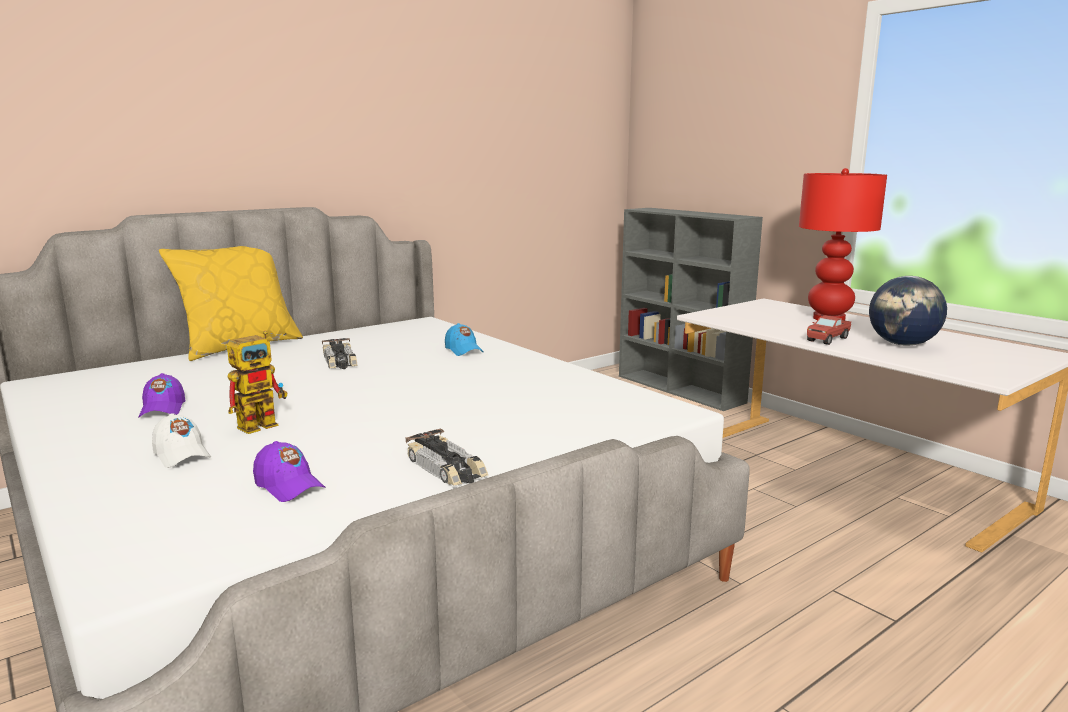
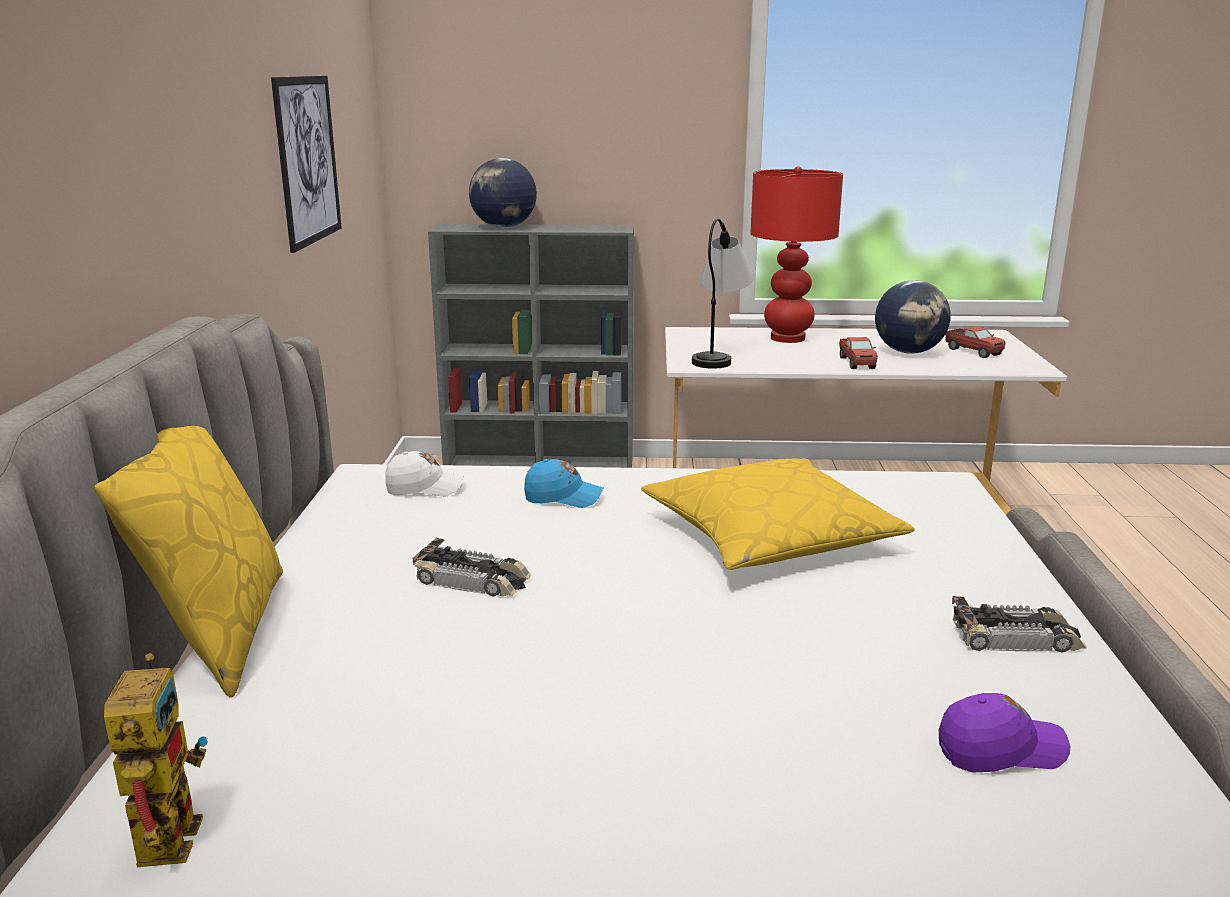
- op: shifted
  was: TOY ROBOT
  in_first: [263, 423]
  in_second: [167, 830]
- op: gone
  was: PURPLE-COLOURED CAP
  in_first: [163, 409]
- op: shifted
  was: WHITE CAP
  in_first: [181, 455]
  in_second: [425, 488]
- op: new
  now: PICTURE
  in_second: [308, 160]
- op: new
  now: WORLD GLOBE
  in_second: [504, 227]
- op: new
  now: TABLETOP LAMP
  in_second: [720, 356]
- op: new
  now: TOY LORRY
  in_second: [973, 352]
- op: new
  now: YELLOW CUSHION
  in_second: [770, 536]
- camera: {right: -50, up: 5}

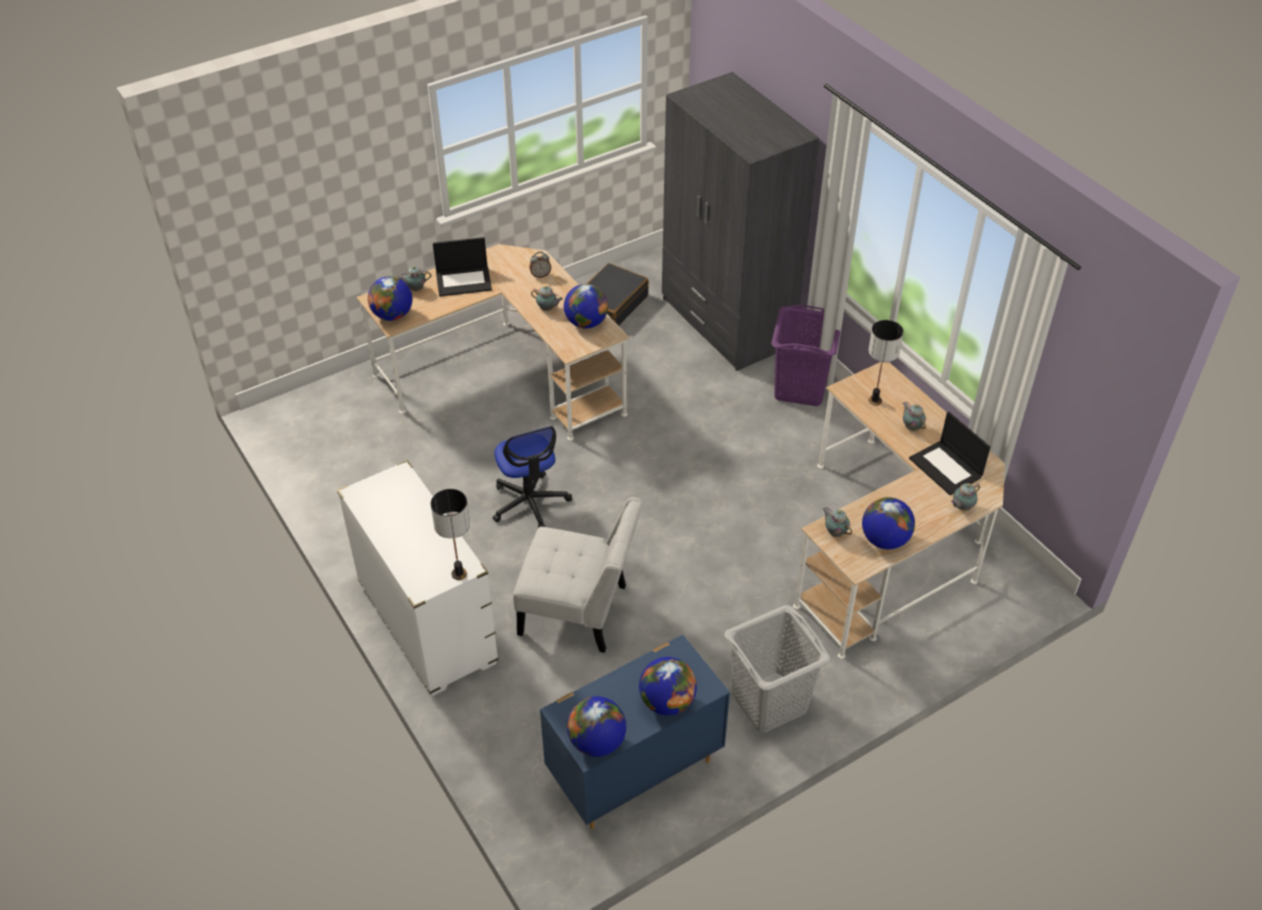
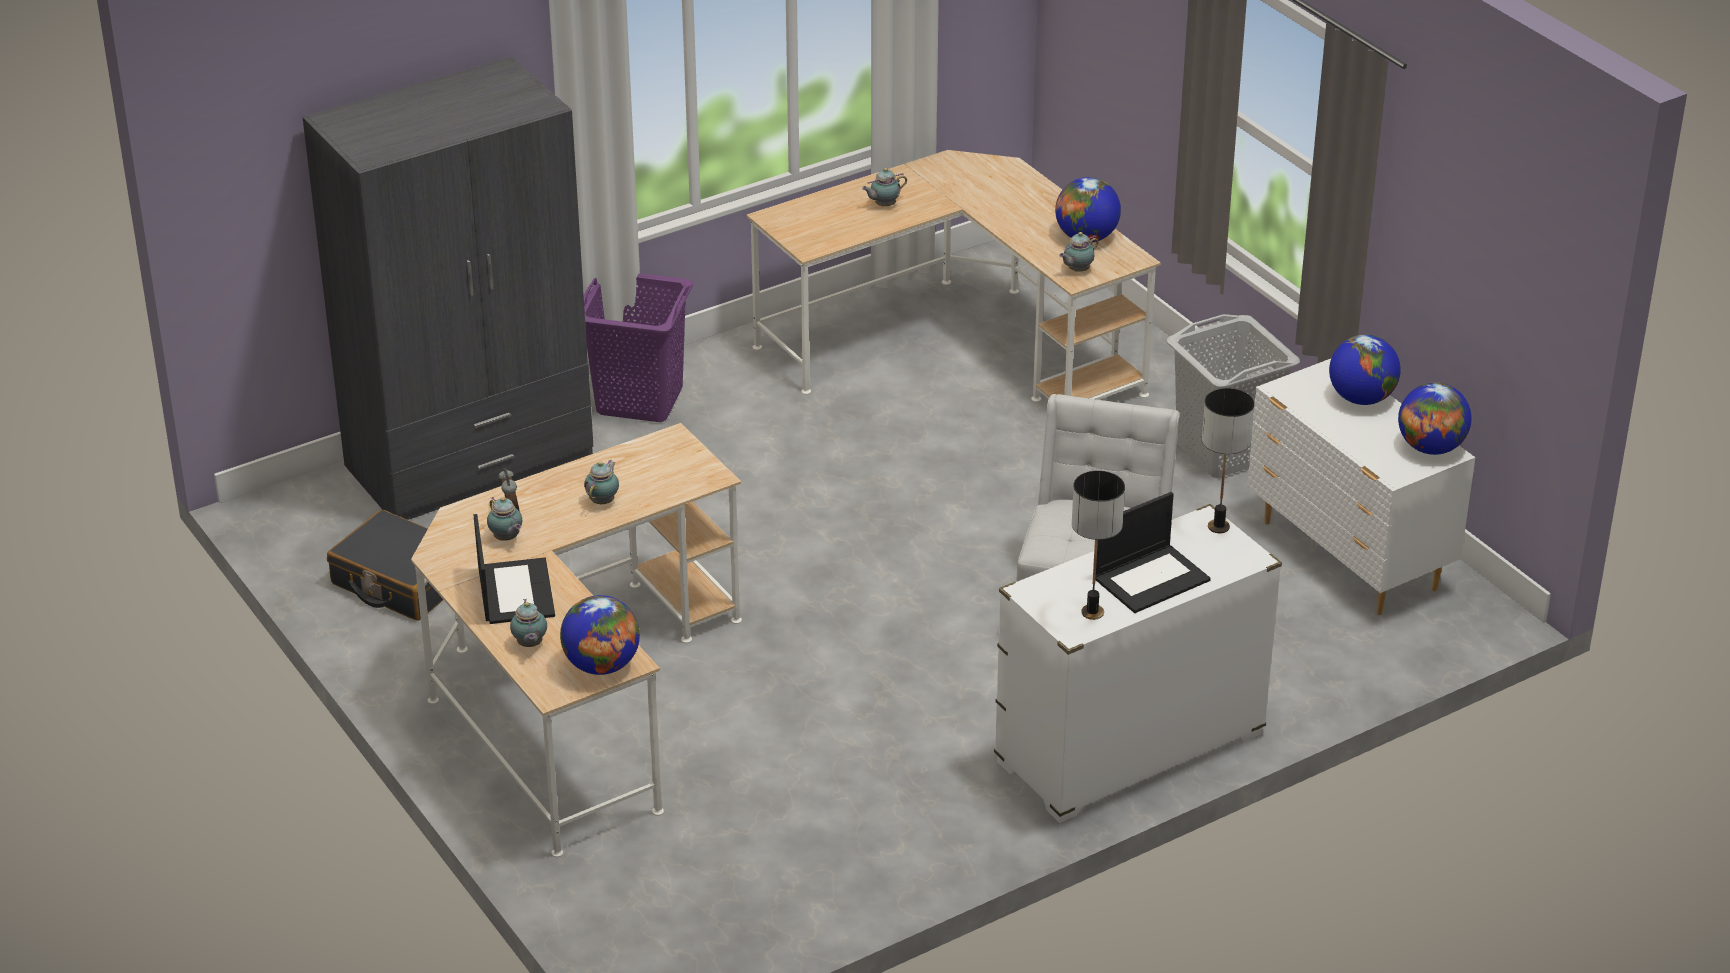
- op: gone
  was: WORLD GLOBE
  in_first: [586, 323]
- op: shifted
  was: TABLETOP LAMP
  in_first: [875, 401]
  in_second: [1092, 612]
- op: shifted
  was: LAPTOP
  in_first: [946, 468]
  in_second: [1151, 578]
- op: gone
  was: COMPUTER CHAIR
  in_first: [529, 502]
- op: shifted
  was: TEAPOT
  in_first: [961, 507]
  in_second: [506, 539]
- op: repainted
  was: BLUISH CHEST OF DRAWERS
  now: WHITE CHEST OF DRAWERS
  in_first: [633, 772]
  in_second: [1349, 558]
- camera: {right: -90, up: -10}

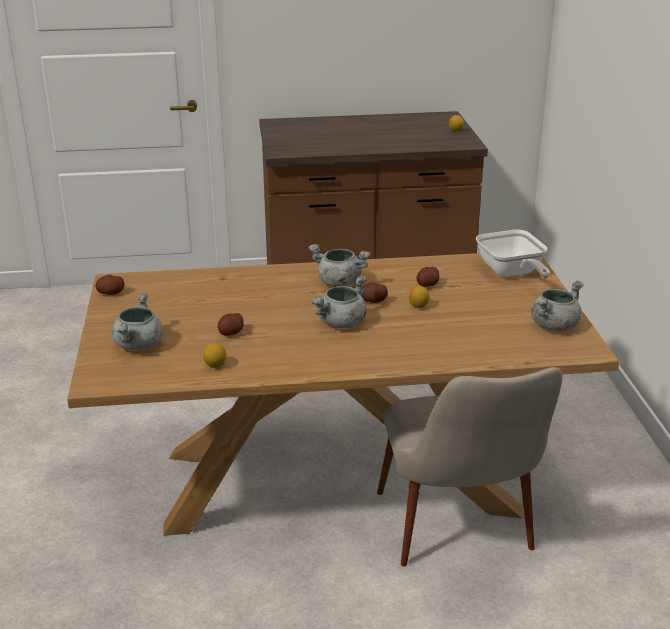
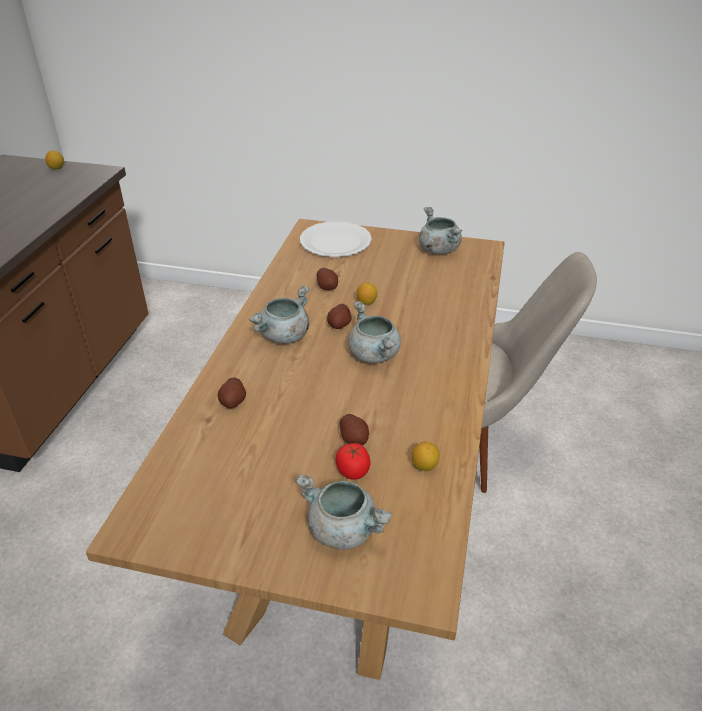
- op: swapped
  was: PAN
  now: WHITE DINNER PLATE
  in_first: [511, 273]
  in_second: [335, 241]
- op: shifted
  was: WHOLE POTATO
  in_first: [111, 293]
  in_second: [233, 401]
- op: new
  now: FRESH TOMATO
  in_second: [353, 471]
- camera: {right: -70, up: 10}

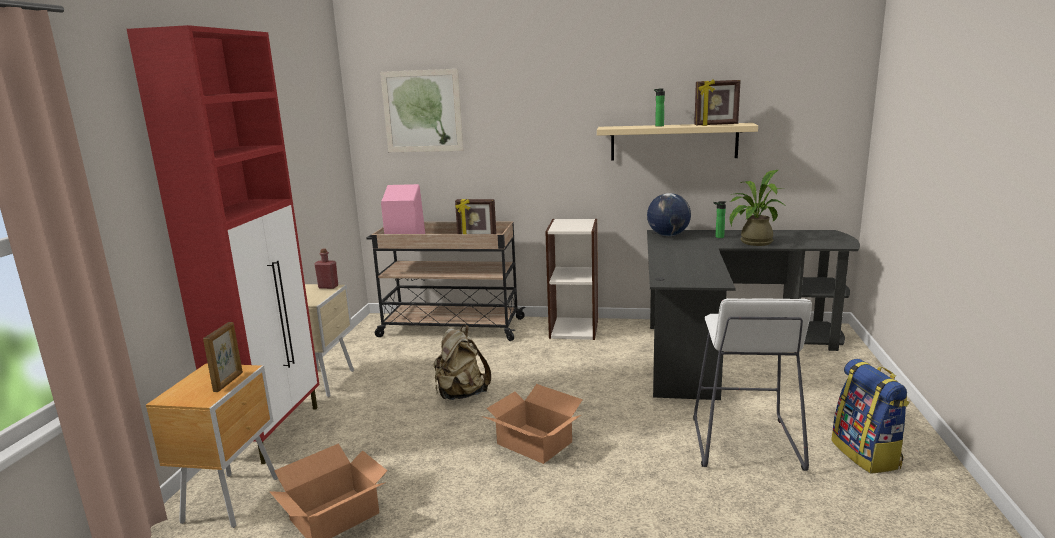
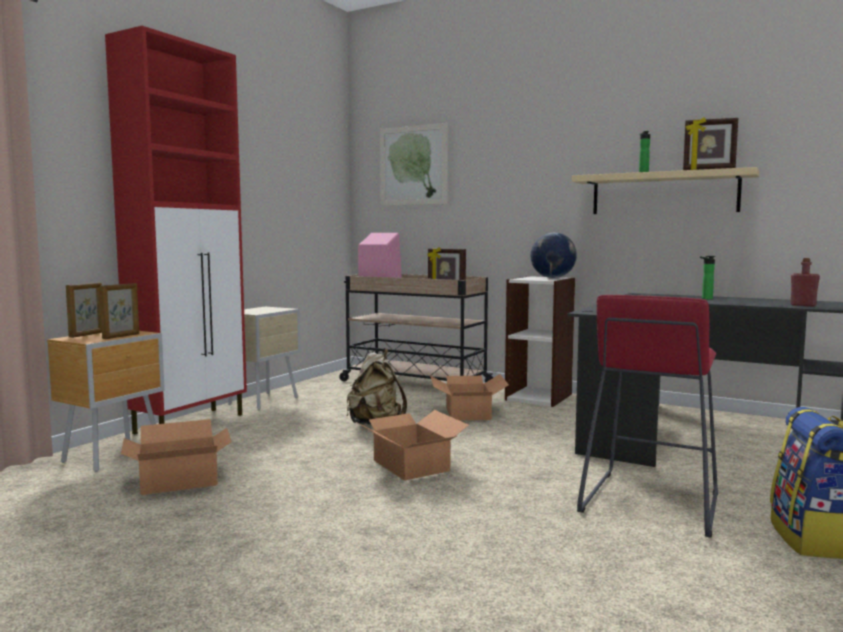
- op: gone
  was: PLANT IN A POT
  in_first: [752, 243]
- op: shifted
  was: WORLD GLOBE
  in_first: [668, 235]
  in_second: [552, 277]
- op: shifted
  was: RED BEVERAGE BOTTLE
  in_first: [328, 287]
  in_second: [803, 305]
- op: repainted
  was: WHITE STOOL SEAT
  now: RED STOOL SEAT
  in_first: [744, 443]
  in_second: [650, 503]
- op: new
  now: STANDING FRAME
  in_second: [87, 335]
- op: new
  now: PACKING BOX
  in_second: [468, 413]
- camera: {right: 20, up: -10}

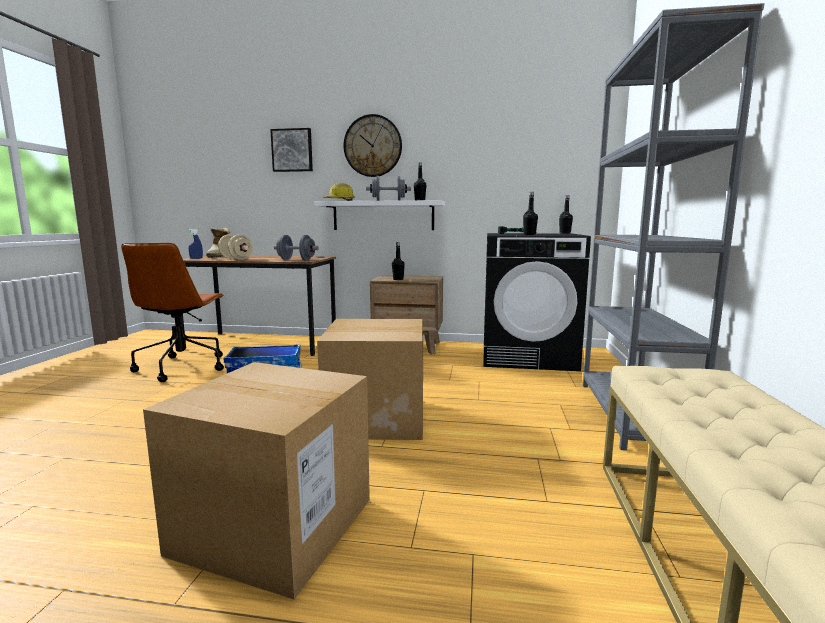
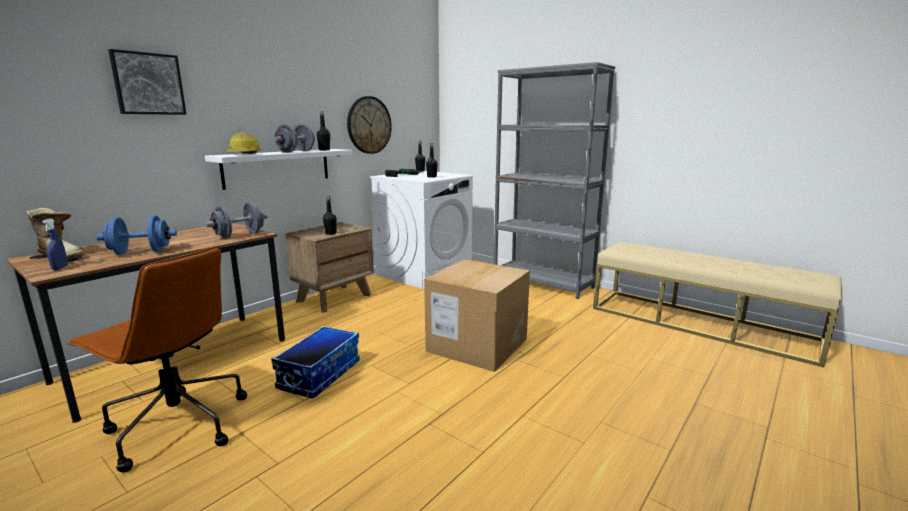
- op: shifted
  was: HANGING CLOCK
  in_first: [372, 146]
  in_second: [369, 125]
- op: repainted
  was: BLACK LAUNDRY APPLIANCE
  now: WHITE LAUNDRY APPLIANCE
  in_first: [528, 356]
  in_second: [424, 272]
- op: repainted
  was: SAND-COLOURED DUMBBELL
  now: BLUISH DUMBBELL
  in_first: [236, 259]
  in_second: [141, 252]
- op: gone
  was: PACKING BOX
  in_first: [274, 525]
- camera: {right: -60, up: 5}

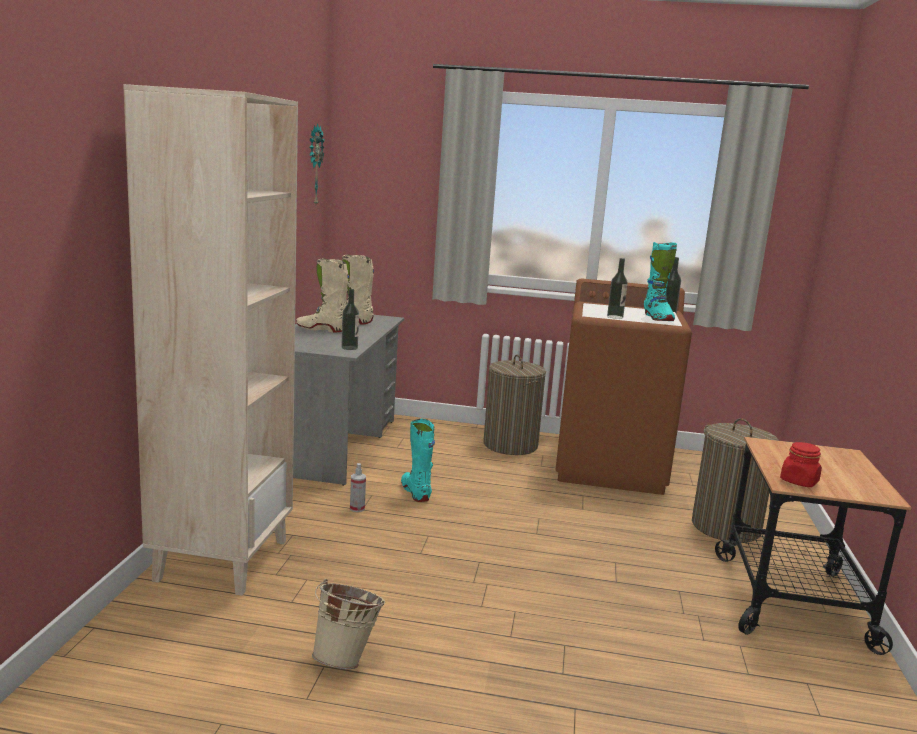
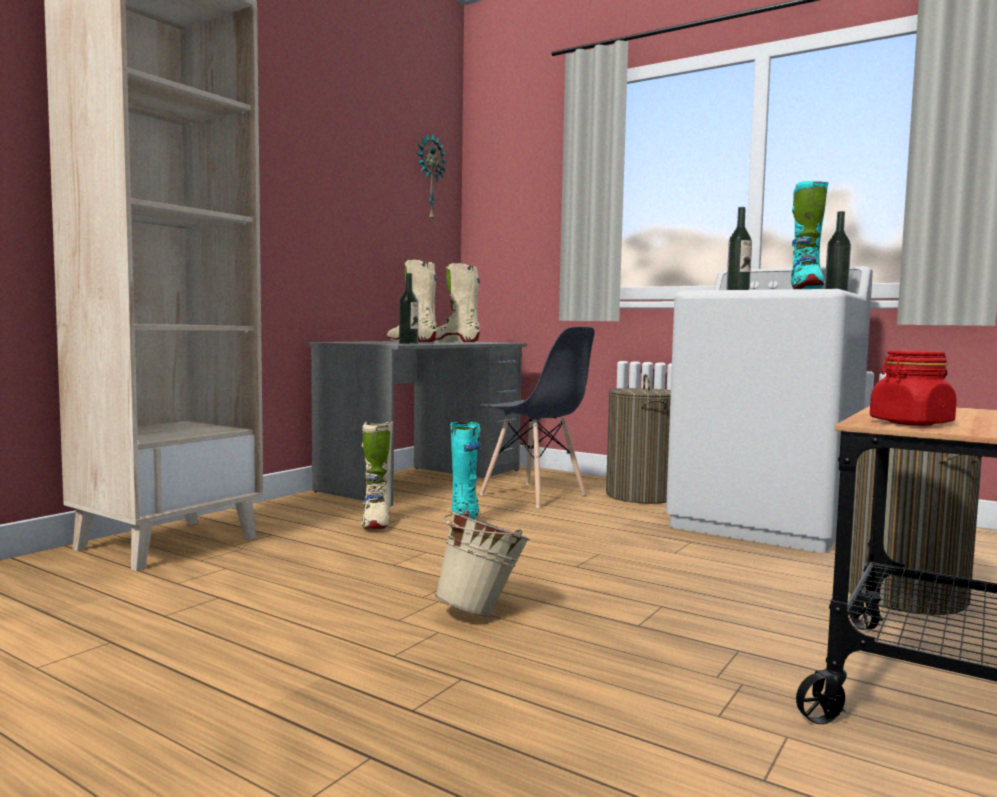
- op: repainted
  was: BROWN-COLOURED LAUNDRY APPLIANCE
  now: WHITE LAUNDRY APPLIANCE
  in_first: [610, 468]
  in_second: [764, 523]
- op: swapped
  was: SPRAY BOTTLE
  now: SAND-COLOURED BOOT
  in_first: [357, 508]
  in_second: [376, 523]
- op: shifted
  was: SAND-COLOURED BUCKET
  in_first: [346, 658]
  in_second: [482, 612]
- op: new
  now: GRAY UPRIGHT CHAIR
  in_second: [533, 495]
- camera: {right: 25, up: -10}

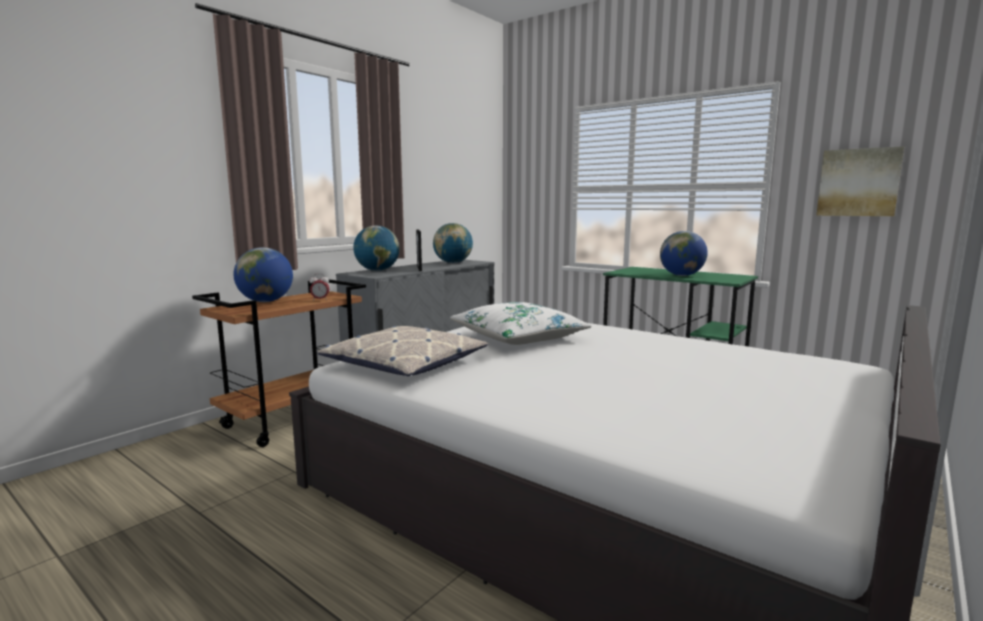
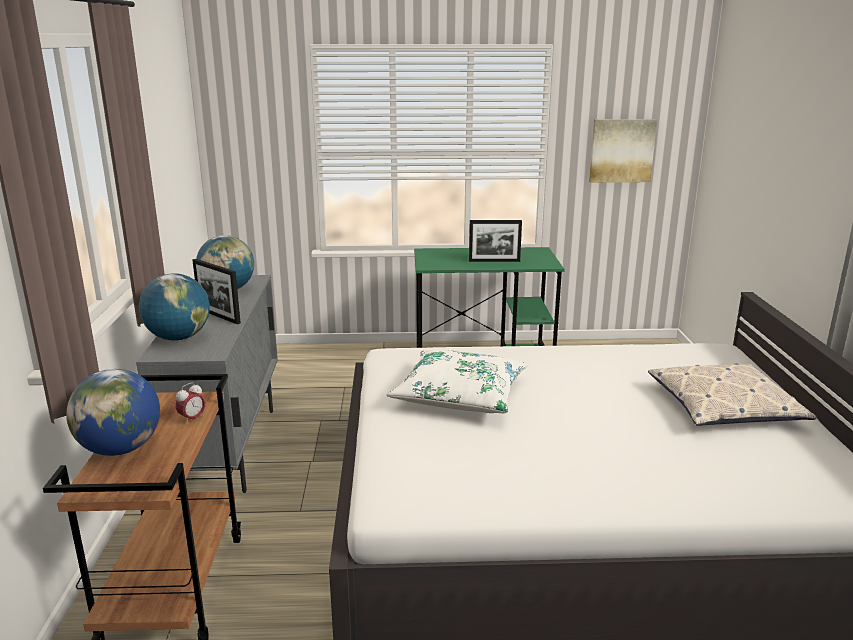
- op: swapped
  was: WORLD GLOBE
  now: STANDING FRAME
  in_first: [681, 275]
  in_second: [494, 261]
- op: shifted
  was: CUSHION
  in_first: [405, 364]
  in_second: [724, 407]
- camera: {right: -40, up: 10}

